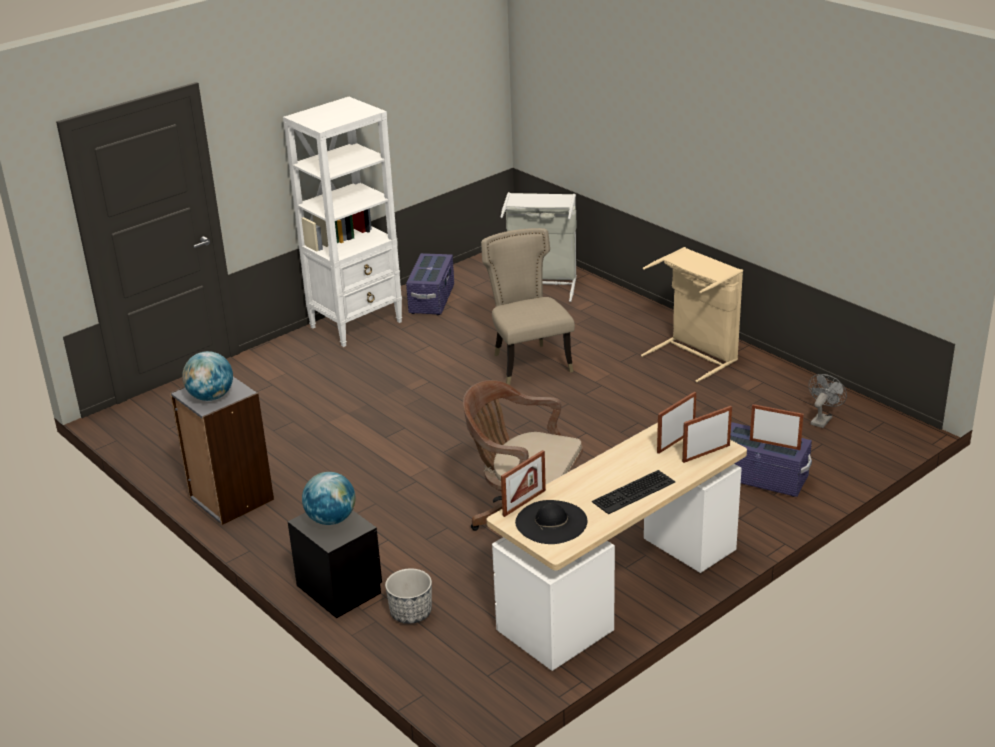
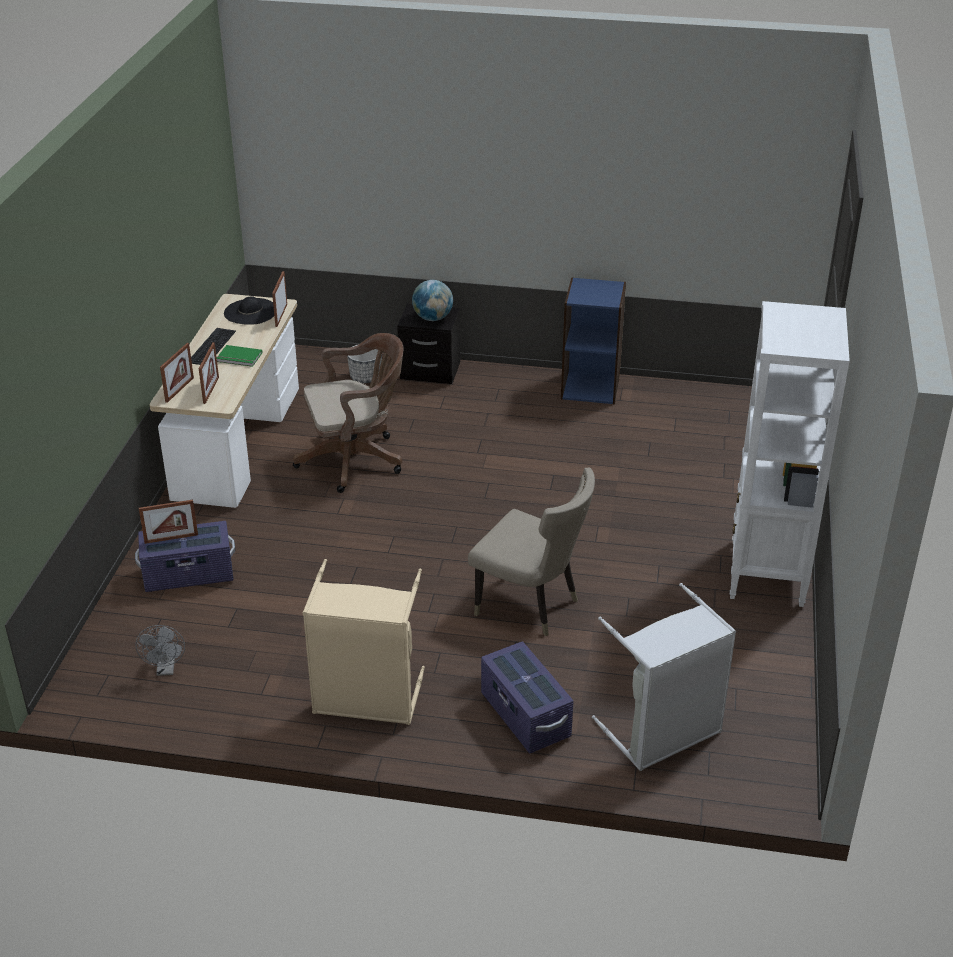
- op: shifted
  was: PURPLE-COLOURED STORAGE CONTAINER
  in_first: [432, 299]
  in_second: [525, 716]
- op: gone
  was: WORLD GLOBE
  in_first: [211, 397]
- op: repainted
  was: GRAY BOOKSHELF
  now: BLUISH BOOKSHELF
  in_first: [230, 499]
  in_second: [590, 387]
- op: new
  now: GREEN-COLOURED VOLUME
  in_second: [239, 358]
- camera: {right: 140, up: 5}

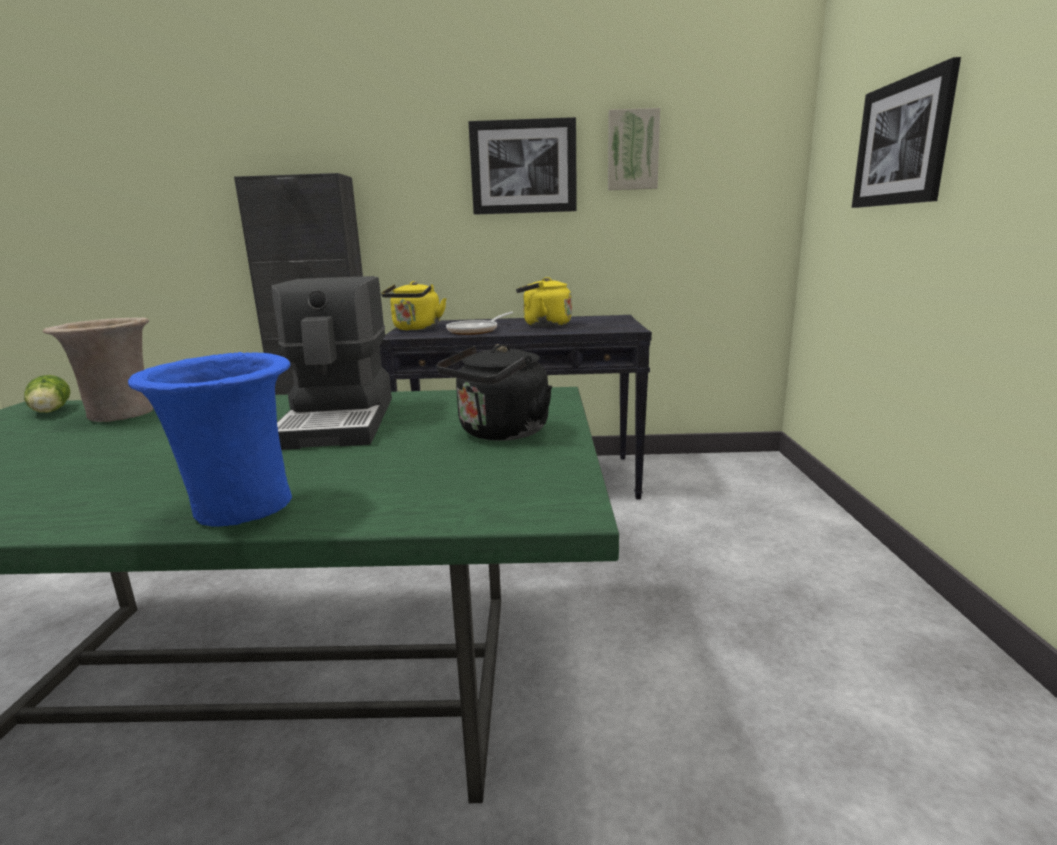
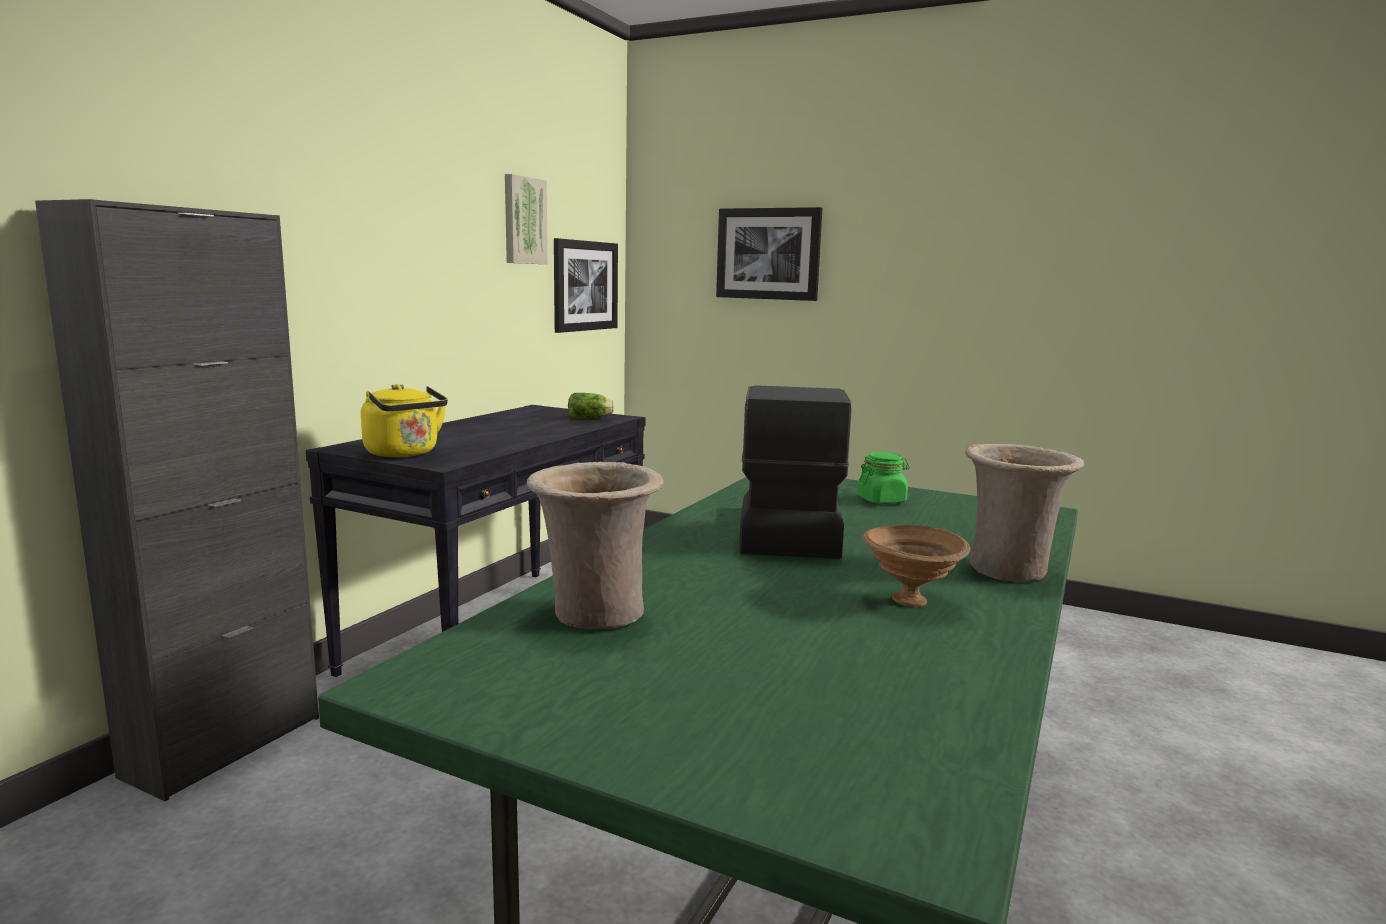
- op: shifted
  was: PICTURE
  in_first: [523, 167]
  in_second: [585, 286]
- op: rotated
  was: COFFEE BREWER
  in_first: [341, 421]
  in_second: [786, 531]
  clockwise: -105
- op: gone
  was: YELLOW TEA KETTLE
  in_first: [544, 325]
- op: gone
  was: PAN
  in_first: [476, 331]
- op: swapped
  was: BLACK TEA KETTLE
  now: GREEN-COLOURED PRESERVE JAR
  in_first: [500, 433]
  in_second: [882, 500]
- op: repainted
  was: BLUISH VASE
  now: SAND-COLOURED VASE
  in_first: [240, 510]
  in_second: [1011, 571]
- op: shifted
  was: LETTUCE
  in_first: [50, 412]
  in_second: [591, 418]
- op: new
  now: BROWN-COLOURED SERVING BOWL
  in_second: [911, 602]
- camera: {right: -65, up: -5}

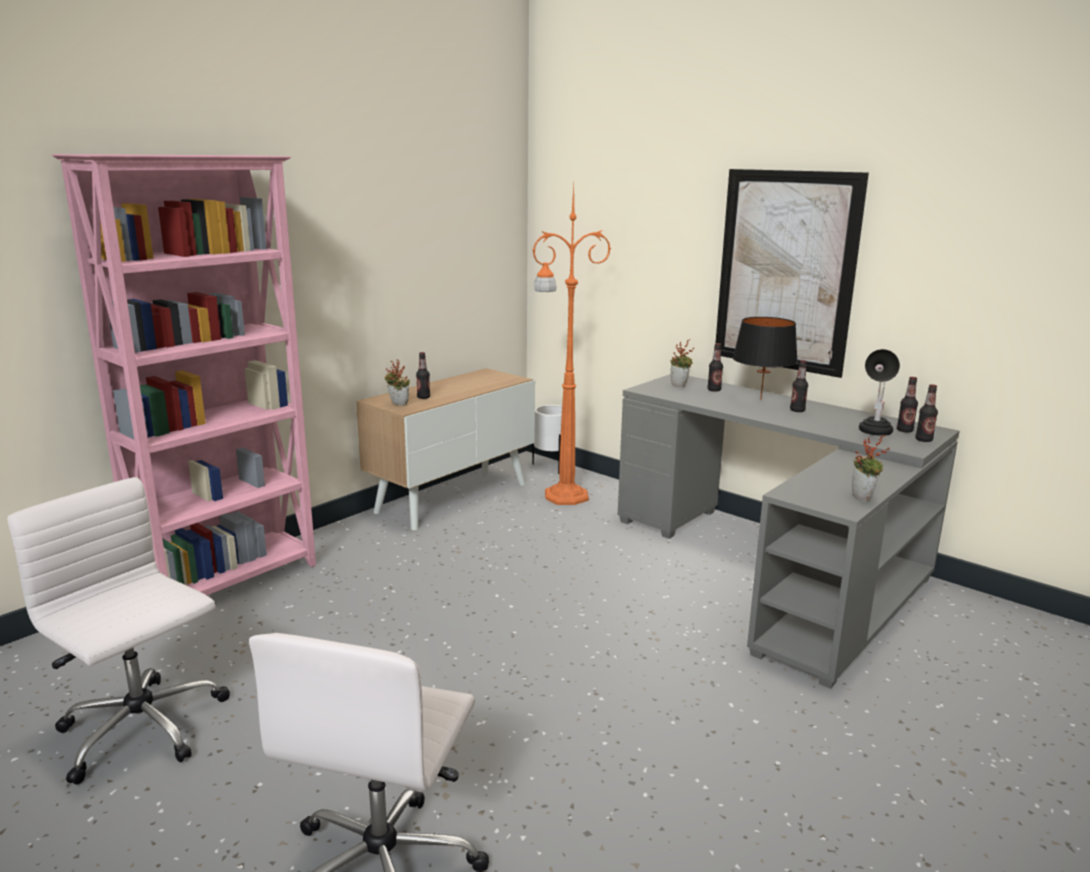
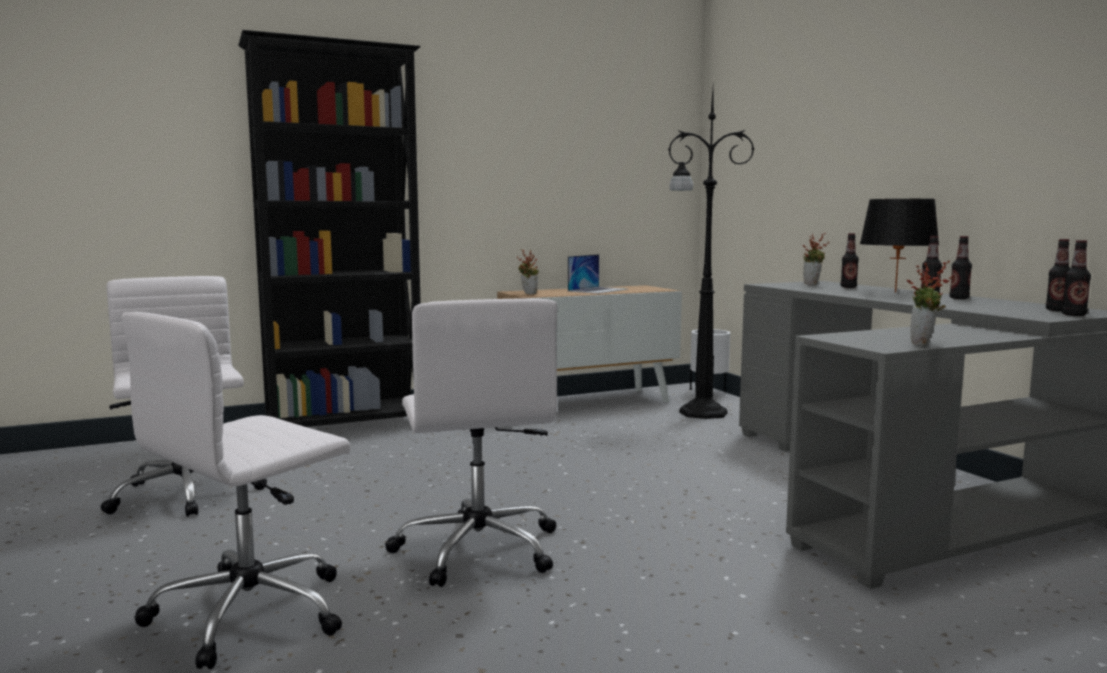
- op: repainted
  was: PINK BOOKSHELF
  now: BLACK BOOKSHELF
  in_first: [231, 582]
  in_second: [347, 428]
- op: gone
  was: PICTURE
  in_first: [785, 271]
- op: repainted
  was: ORANGE-COLOURED FLOOR LAMP
  now: BLACK FLOOR LAMP
  in_first: [563, 496]
  in_second: [700, 412]
- op: gone
  was: BLACK TABLETOP LAMP
  in_first: [874, 433]
- op: shifted
  was: BEVERAGE BOTTLE
  in_first: [423, 397]
  in_second: [959, 298]
- op: new
  now: LAPTOP
  in_second: [598, 290]
- op: new
  now: WHITE COMPUTER CHAIR
  in_second: [478, 549]
- camera: {right: 25, up: -10}

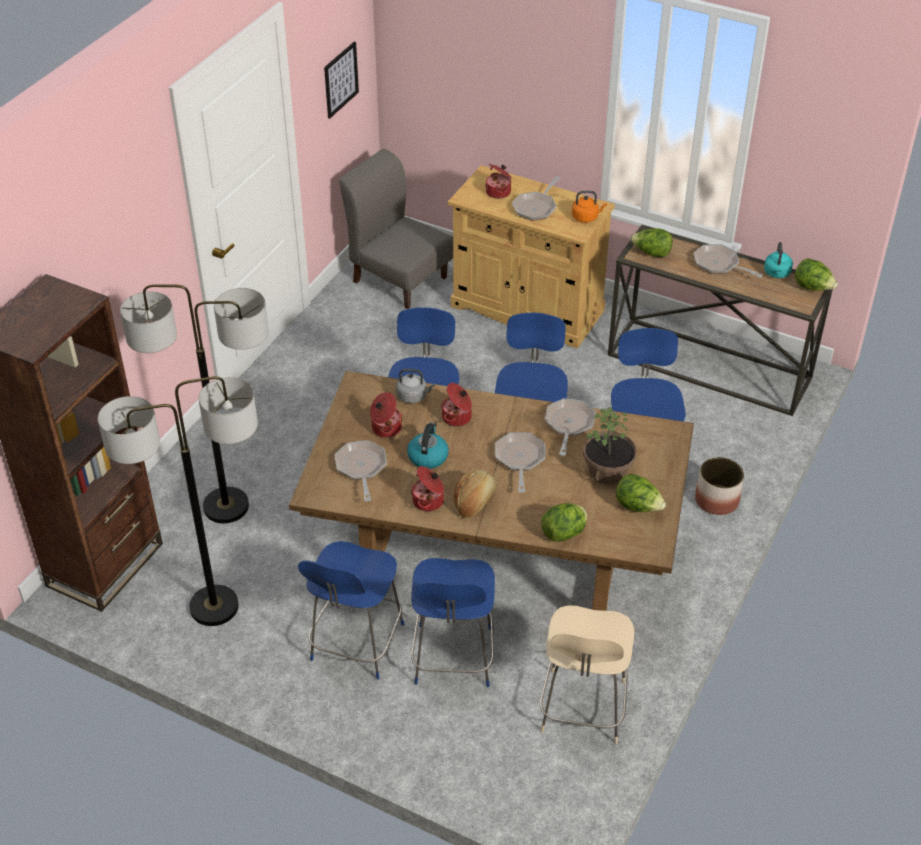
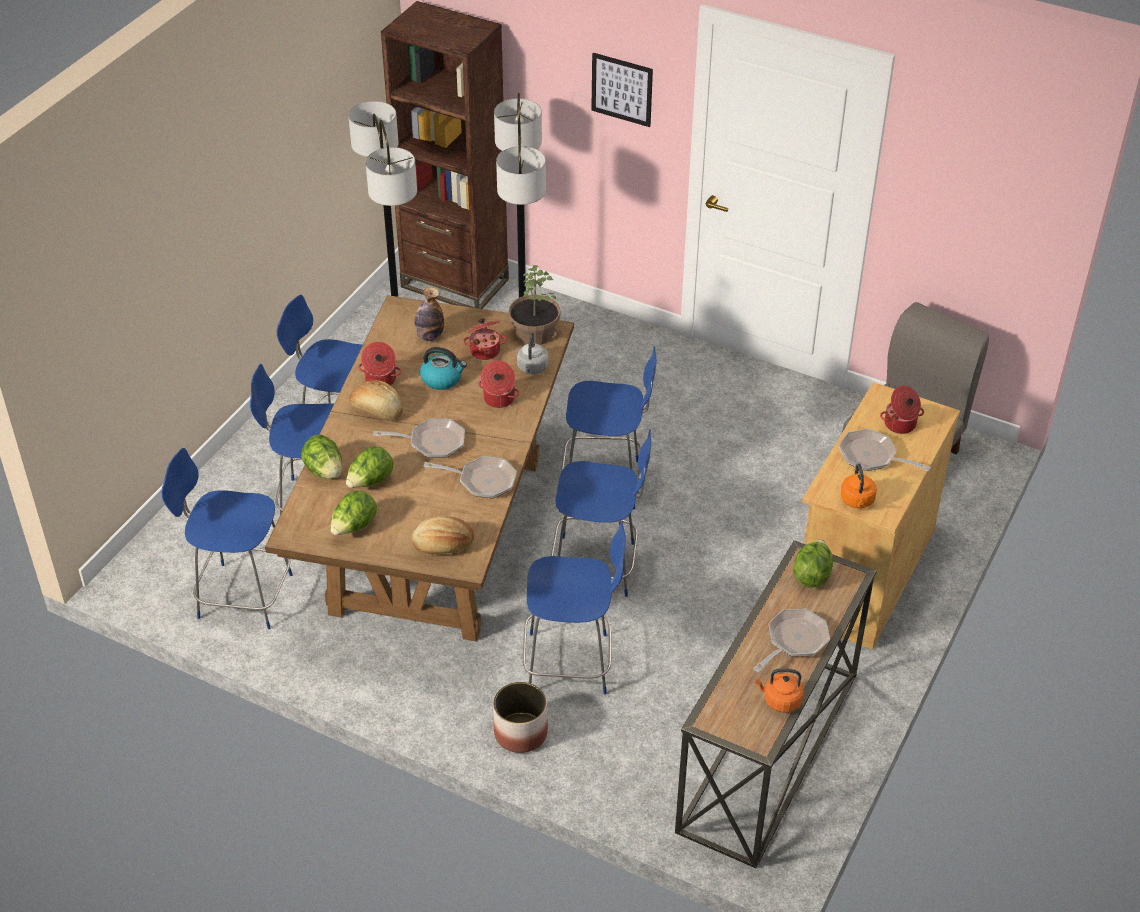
- op: shifted
  was: PICTURE
  in_first: [341, 79]
  in_second: [622, 89]
- op: repainted
  was: BLUE-GREEN TEA KETTLE
  now: ORANGE-COLOURED TEA KETTLE
  in_first: [777, 274]
  in_second: [780, 701]
- op: shifted
  was: LETTUCE
  in_first: [812, 288]
  in_second: [370, 482]
- op: shifted
  was: PLANT IN A POT
  in_first: [608, 471]
  in_second: [534, 334]
- op: swapped
  was: PAN
  now: BEVERAGE BOTTLE
  in_first: [361, 468]
  in_second: [429, 336]
- op: repainted
  was: SAND-COLOURED STOOL SEAT
  now: BLUISH STOOL SEAT
  in_first: [582, 709]
  in_second: [241, 595]
- op: new
  now: BREAD
  in_second: [443, 545]
- camera: {right: 90, up: 0}

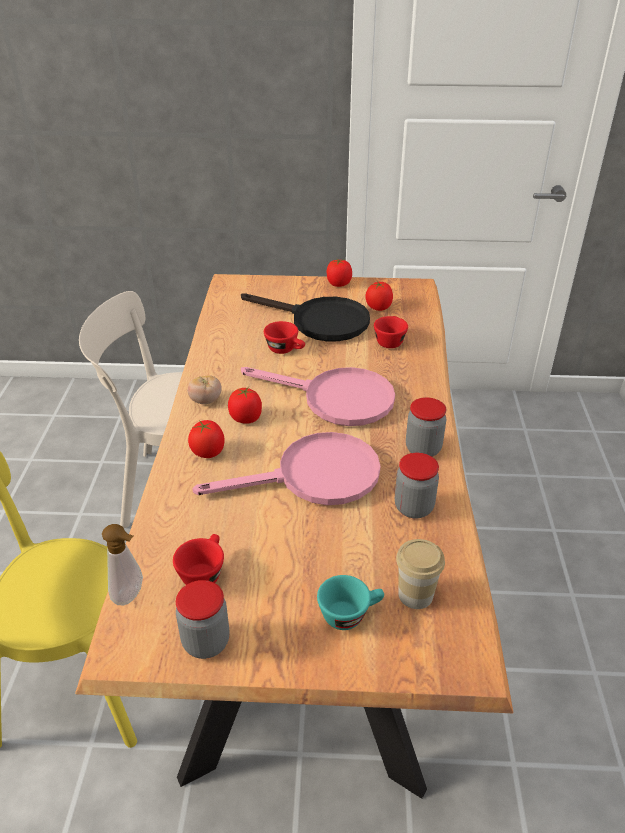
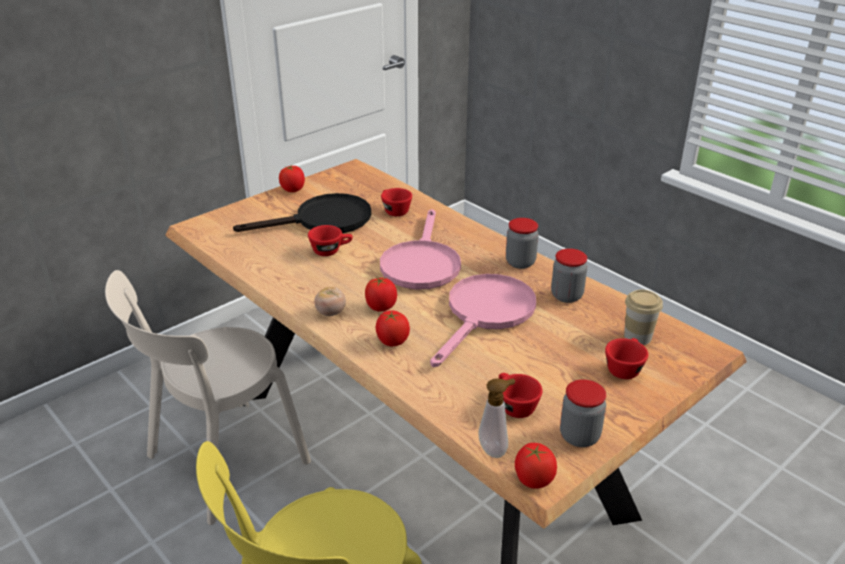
- op: shifted
  was: FRESH TOMATO
  in_first: [378, 308]
  in_second: [533, 480]
- op: rotated
  was: PINK PAN
  in_first: [336, 399]
  in_second: [421, 263]
  clockwise: 120
- op: repainted
  was: BLUE-GREEN CUP
  now: RED CUP
  in_first: [350, 614]
  in_second: [624, 368]
- camera: {right: -45, up: -5}

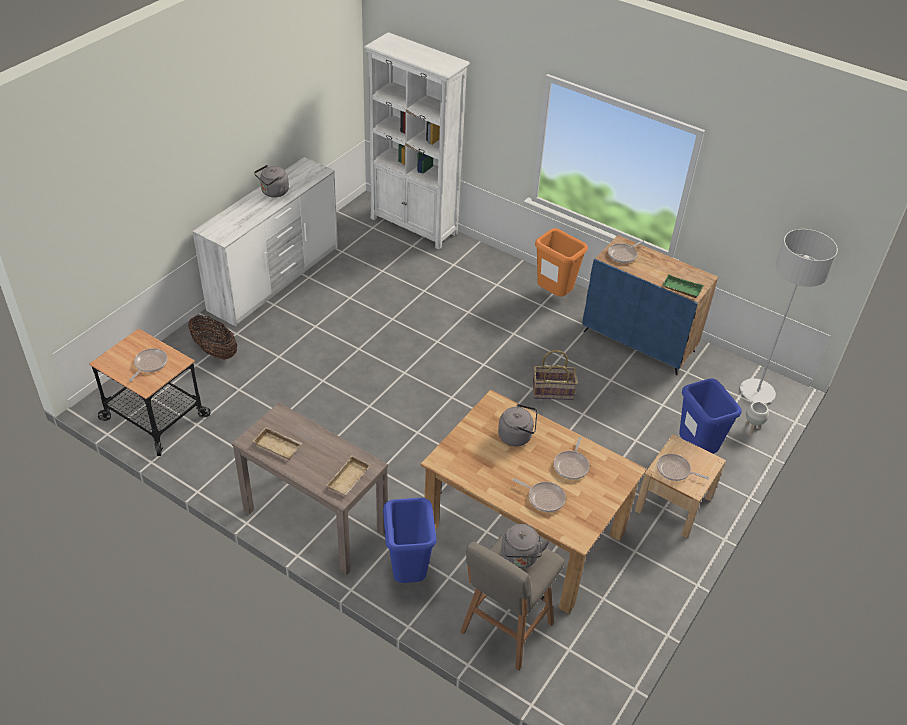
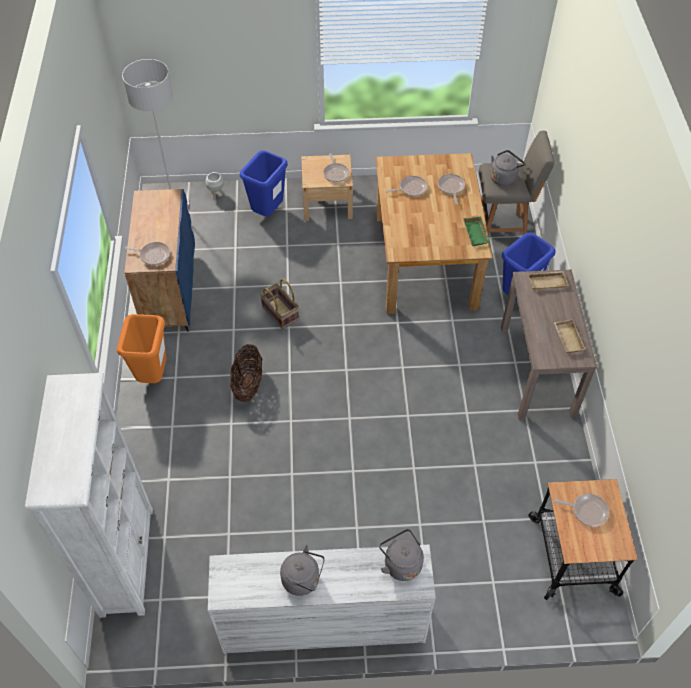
- op: shifted
  was: GREEN-COLOURED SERVING TRAY
  in_first: [681, 289]
  in_second: [477, 233]
- op: shifted
  was: HOUSEHOLD BASKET
  in_first: [215, 351]
  in_second: [248, 384]
- op: rotated
  was: PAN
  in_first: [149, 364]
  in_second: [587, 511]
  clockwise: -150
- op: shifted
  was: GRAY TEA KETTLE
  in_first: [517, 436]
  in_second: [401, 563]
- camera: {right: -125, up: 10}

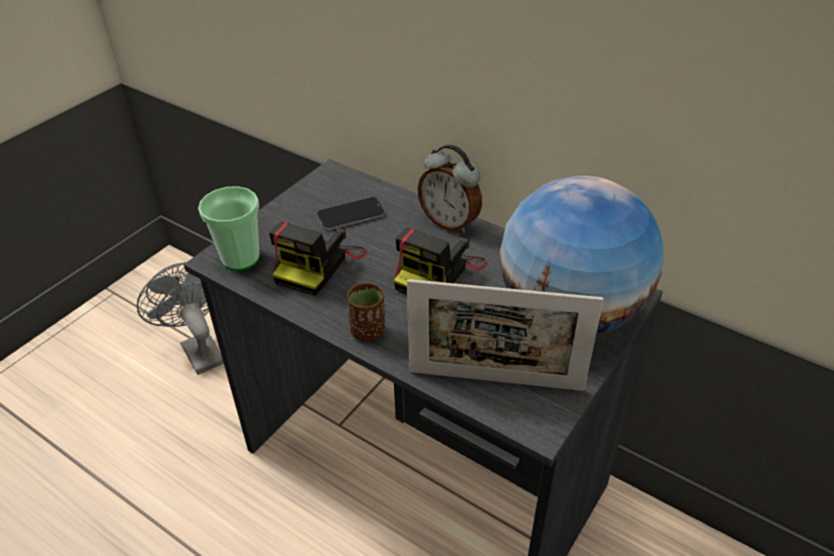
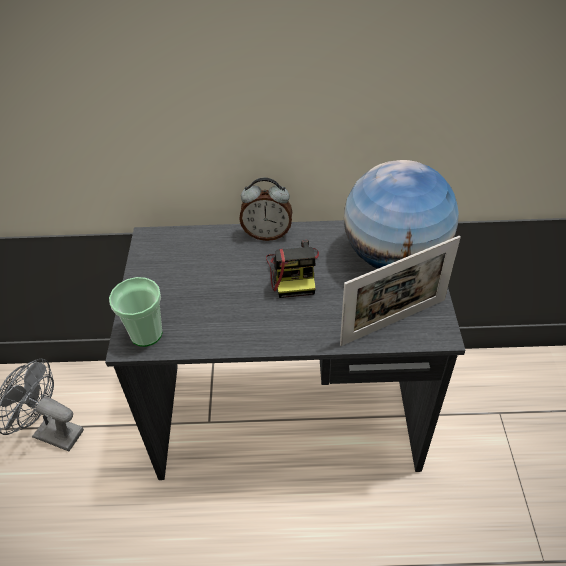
- op: gone
  was: TELEPHONE
  in_first: [351, 215]
- op: gone
  was: STILL CAMERA
  in_first: [318, 264]
- op: gone
  was: BROWN-COLOURED CUP
  in_first: [368, 331]
- camera: {right: -35, up: 5}

